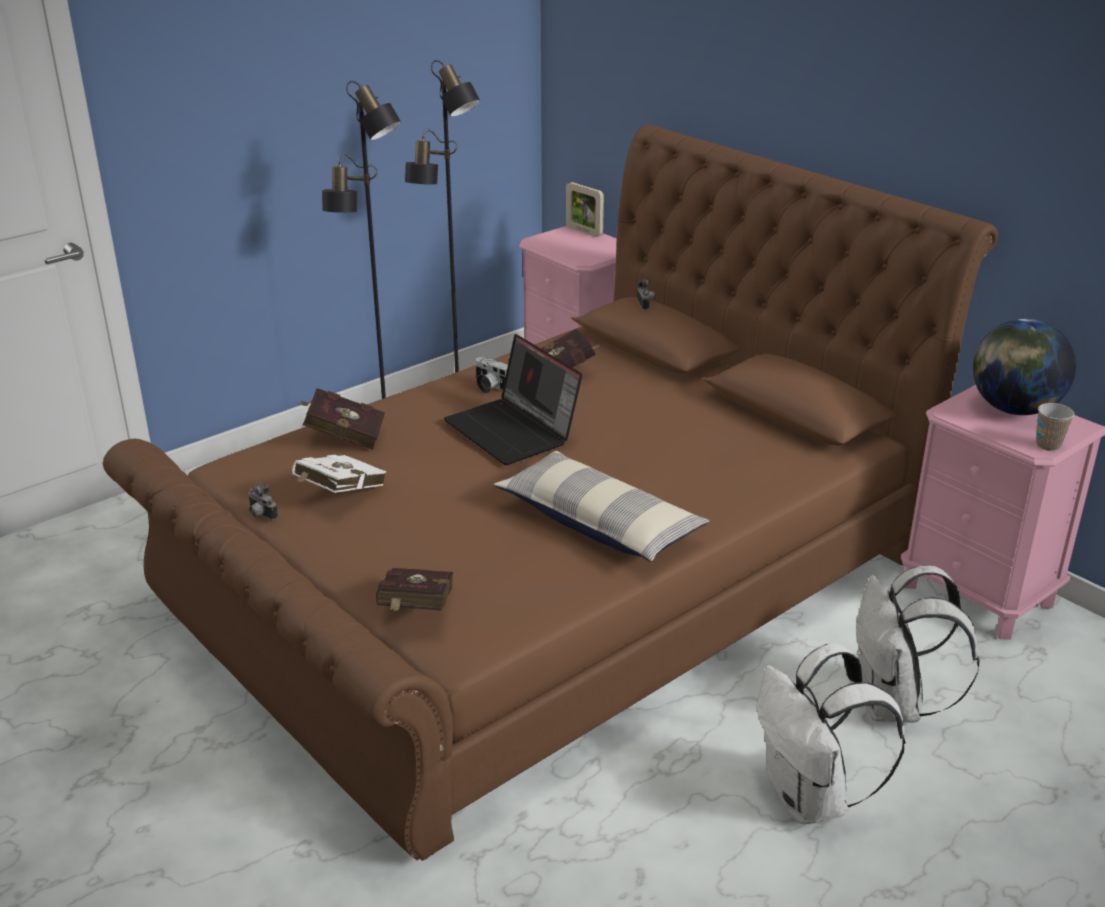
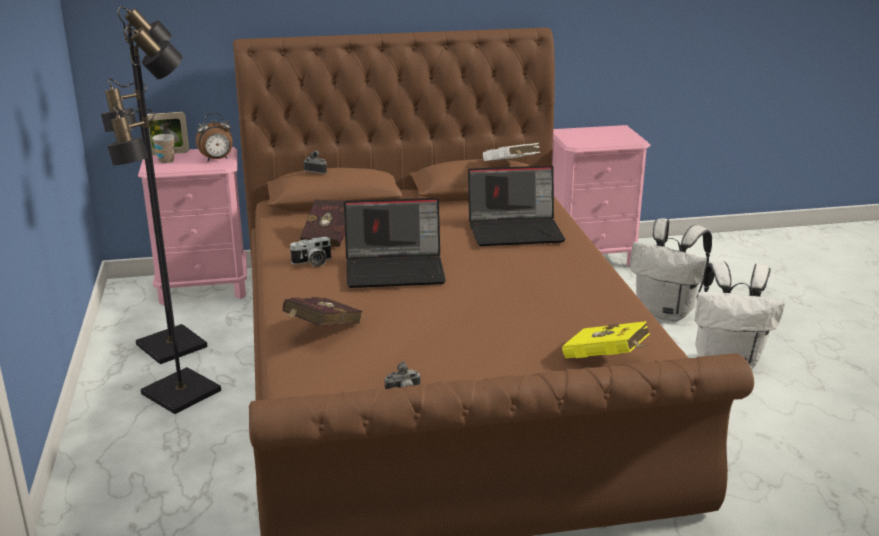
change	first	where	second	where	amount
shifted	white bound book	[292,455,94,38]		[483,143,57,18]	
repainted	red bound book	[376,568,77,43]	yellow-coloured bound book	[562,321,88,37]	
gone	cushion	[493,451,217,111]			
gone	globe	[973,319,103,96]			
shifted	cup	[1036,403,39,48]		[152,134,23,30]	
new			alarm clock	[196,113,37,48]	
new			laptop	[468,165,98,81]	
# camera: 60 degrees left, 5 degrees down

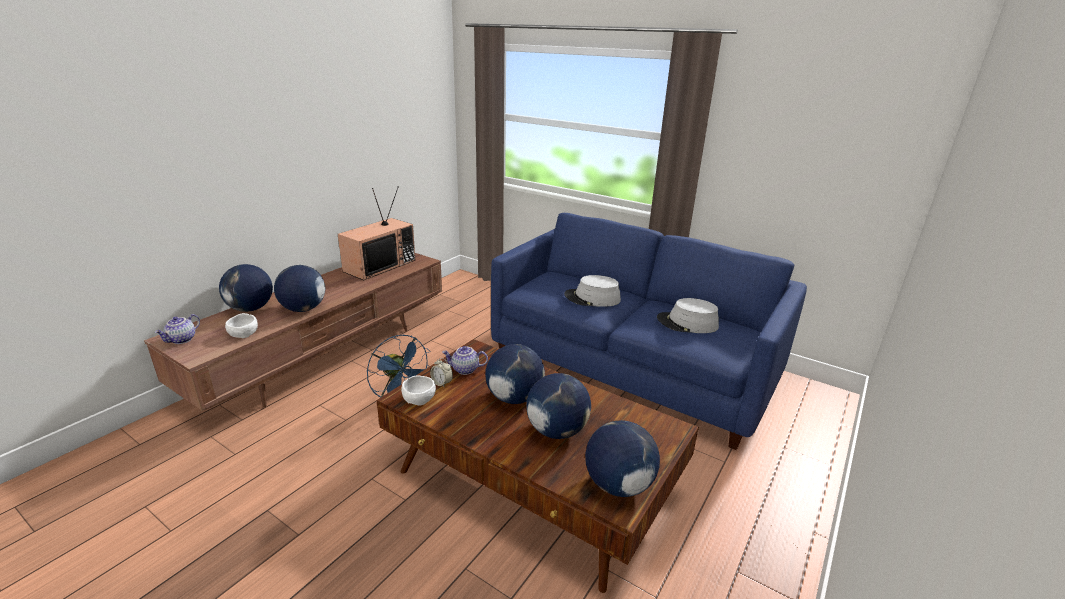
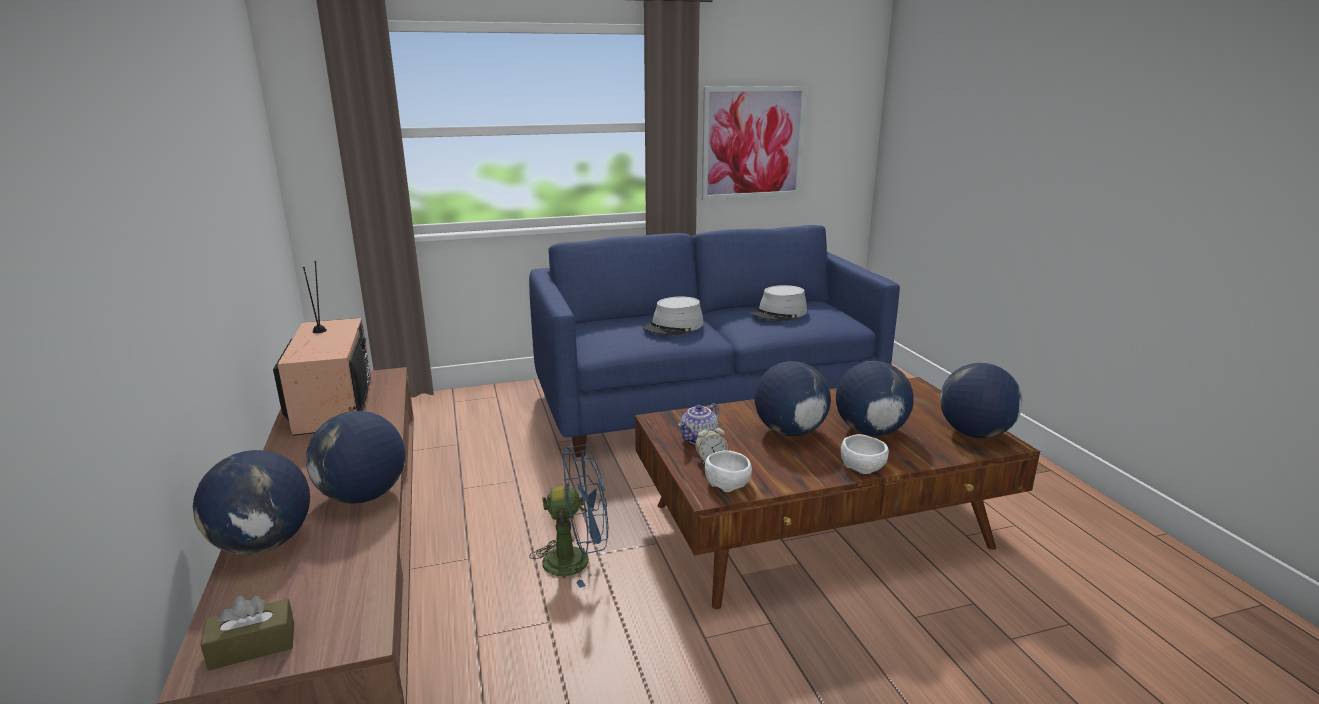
change	first	where	second	where	amount
swapped	pot for tea	[155,314,45,30]	brown tissue holder	[200,596,94,74]	
shifted	white serving bowl	[225,313,33,25]		[841,434,48,40]	
new			wall picture	[702,86,105,114]	
# camera: 50 degrees left, 5 degrees down

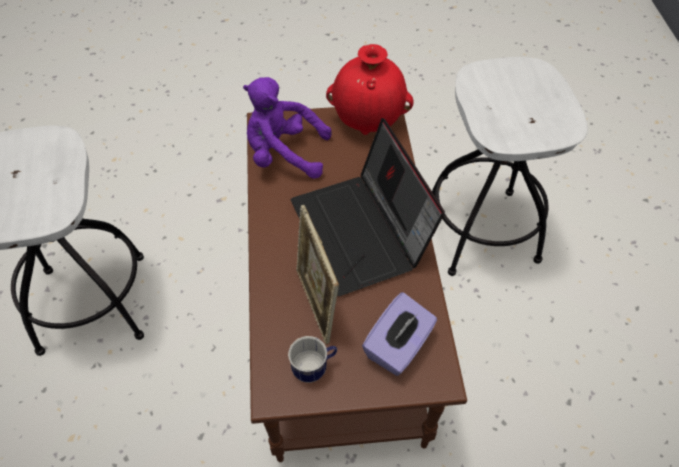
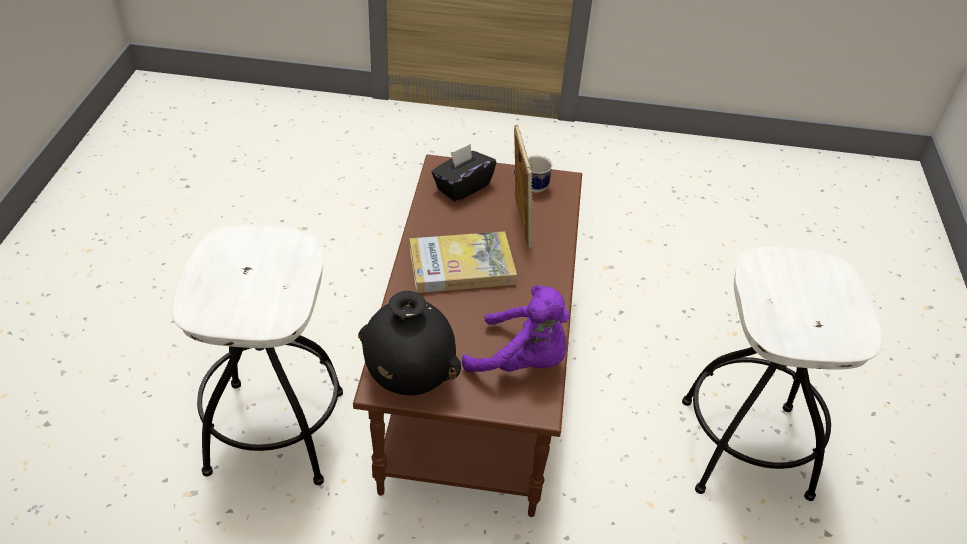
change	first	where	second	where	amount
swapped	laptop	[291,118,154,178]	bound book	[409,231,108,62]	
repainted	red flower vase	[326,44,88,91]	black flower vase	[358,291,103,104]	
repainted	purplish tissue holder	[362,292,75,84]	black tissue holder	[431,144,65,58]	
# camera: 170 degrees left, 10 degrees down

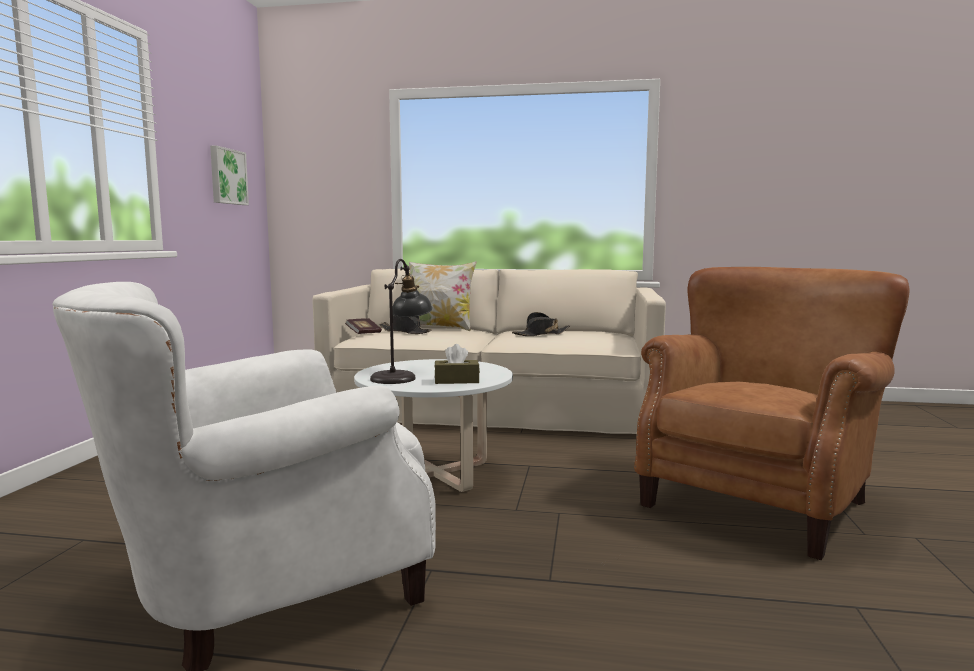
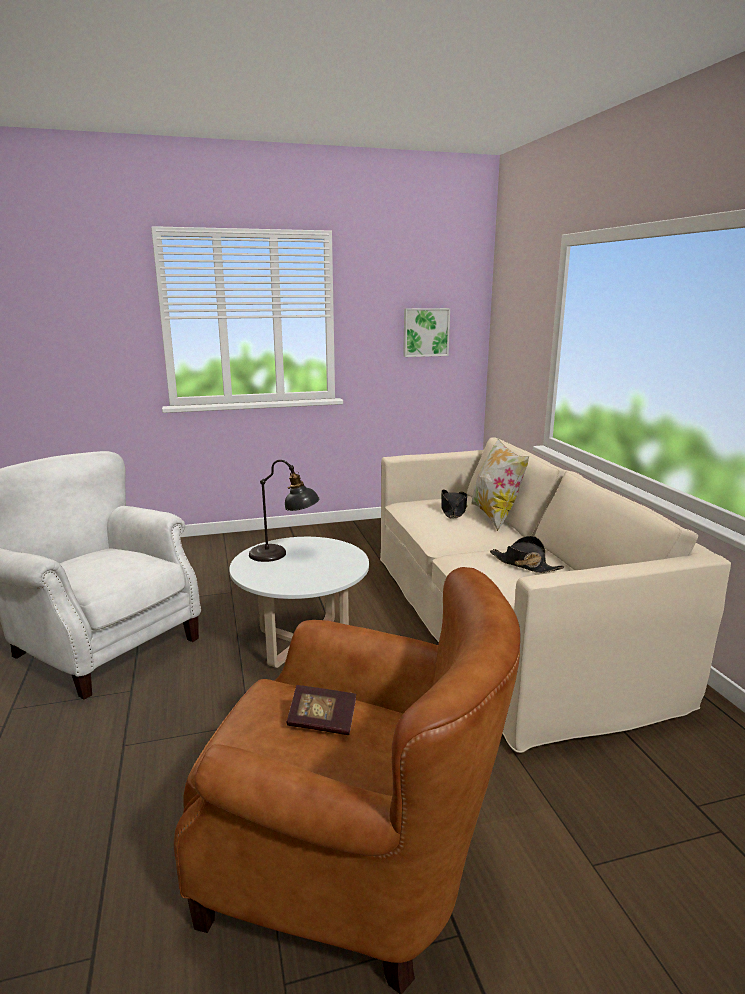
change	first	where	second	where	amount
shifted	bound book	[345,319,37,15]		[287,685,69,50]	
gone	brown tissue holder	[434,344,46,40]			
# camera: 65 degrees right, 10 degrees up

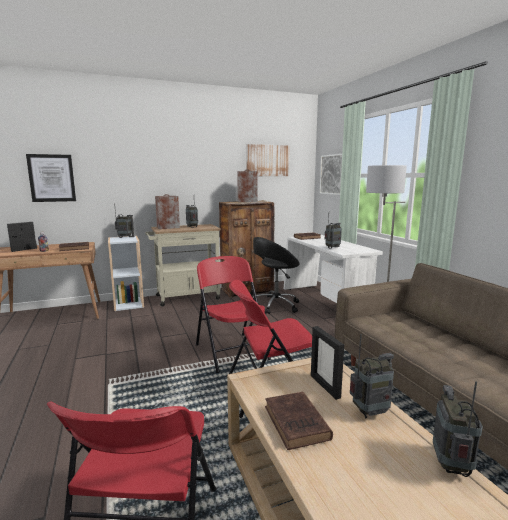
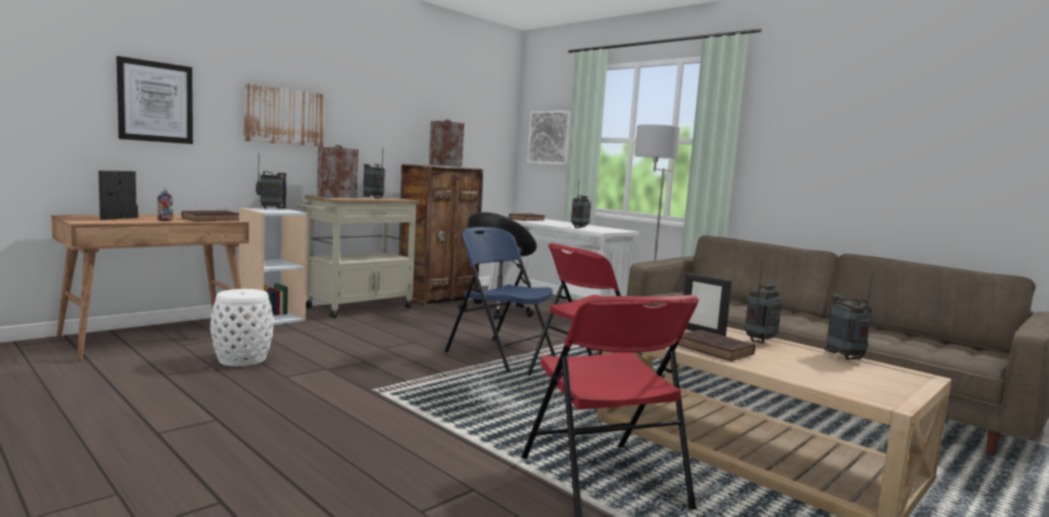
change	first	where	second	where	amount
repainted	red plain chair	[196,256,75,117]	blue plain chair	[444,227,113,145]	
shifted	wall picture	[246,144,43,32]		[244,83,81,64]	
new			white stool seat	[210,289,64,78]	
# camera: 25 degrees left, 5 degrees down

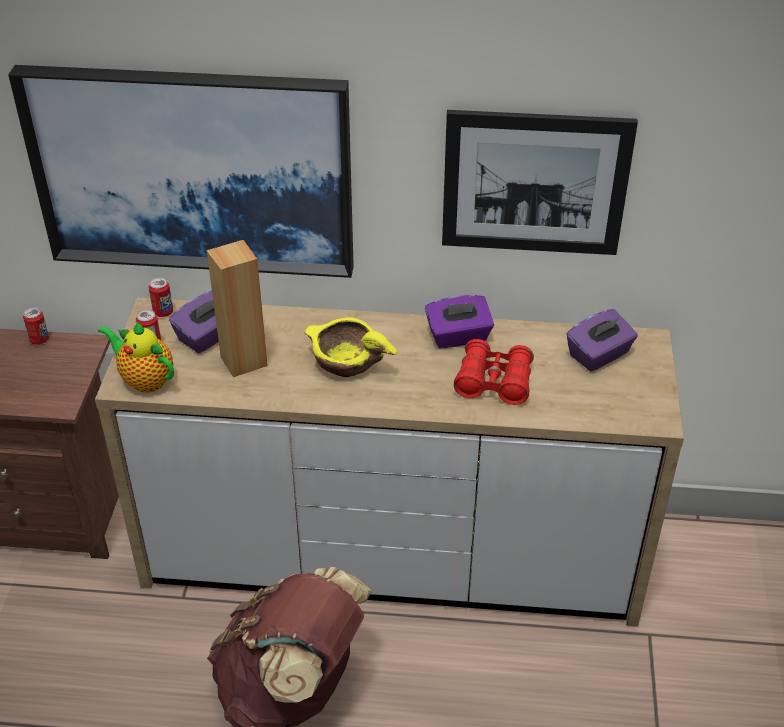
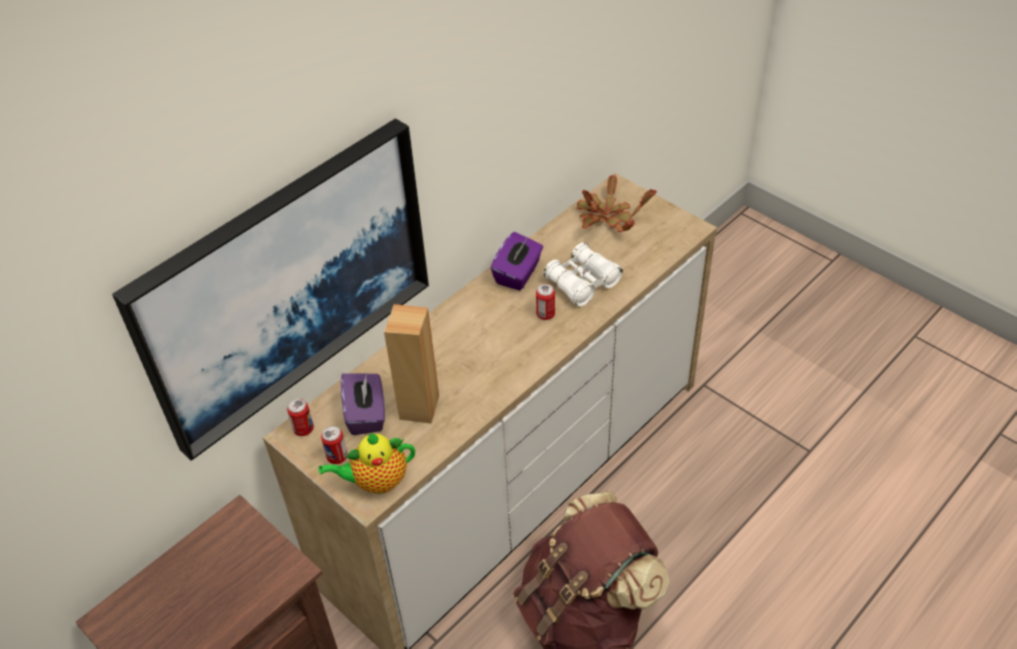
change	first	where	second	where	amount
shifted	sealed can	[23,307,26,38]		[536,284,19,36]	
gone	yellow-coloured serving bowl	[305,317,92,60]			
gone	wall picture	[442,110,196,145]			
repainted	red binoculars	[454,339,80,66]	white binoculars	[543,242,80,65]	
swapped	purplish tissue holder	[567,309,71,62]	potted plant	[576,175,81,57]	
# camera: 50 degrees left, 5 degrees up

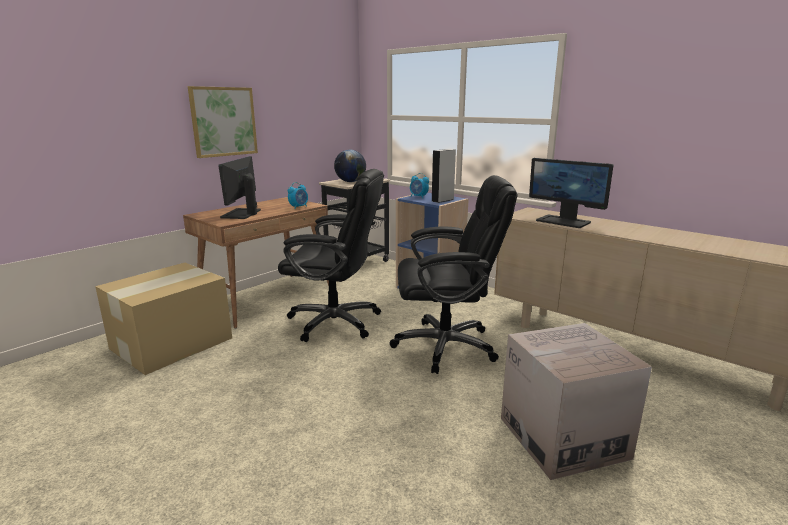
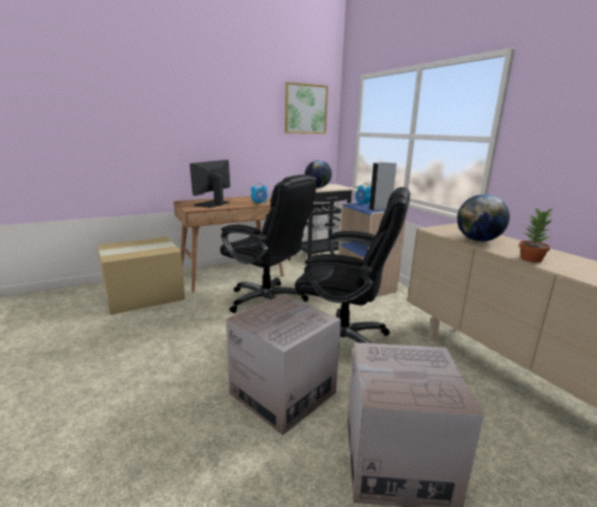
change	first	where	second	where	amount
shifted	wall picture	[188,86,70,72]		[285,82,43,52]	
swapped	monitor	[529,158,84,70]	globe	[457,194,53,47]	
new			cardboard box	[226,294,115,141]	
new			potted plant	[519,208,33,55]	
# camera: 20 degrees right, 0 degrees up

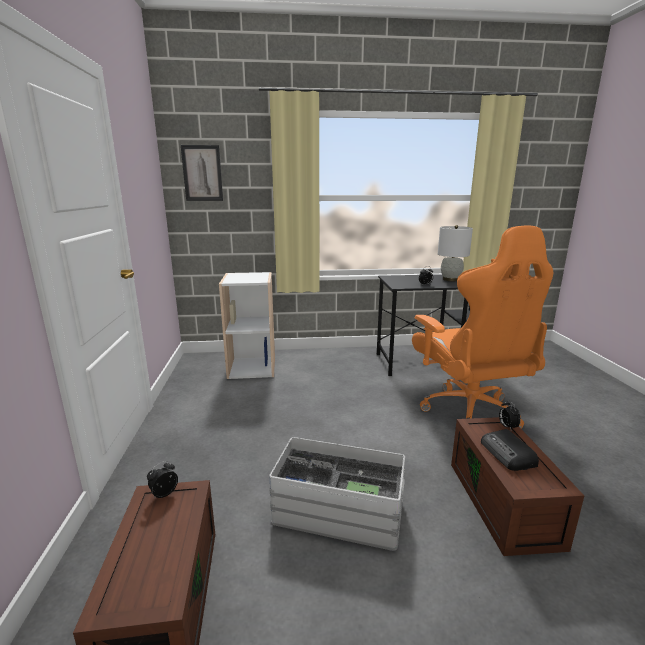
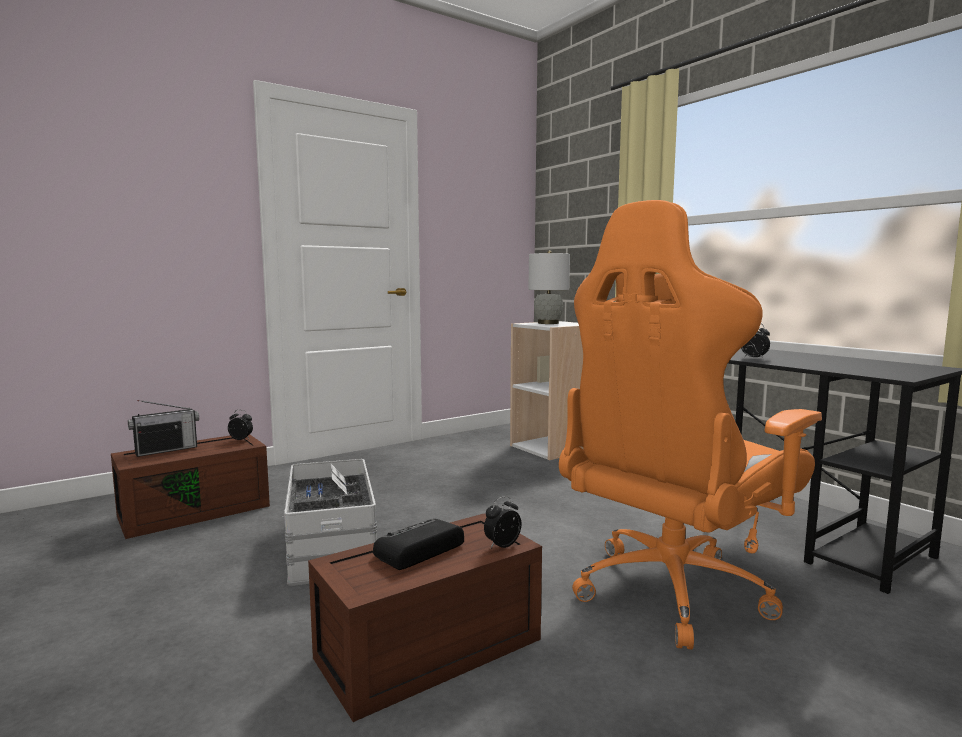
change	first	where	second	where	amount
gone	wall picture	[181,145,42,56]			
shifted	white lamp for a table	[438,225,35,56]		[529,251,41,73]	
new			radio set	[128,400,71,57]	
# camera: 60 degrees right, 10 degrees down

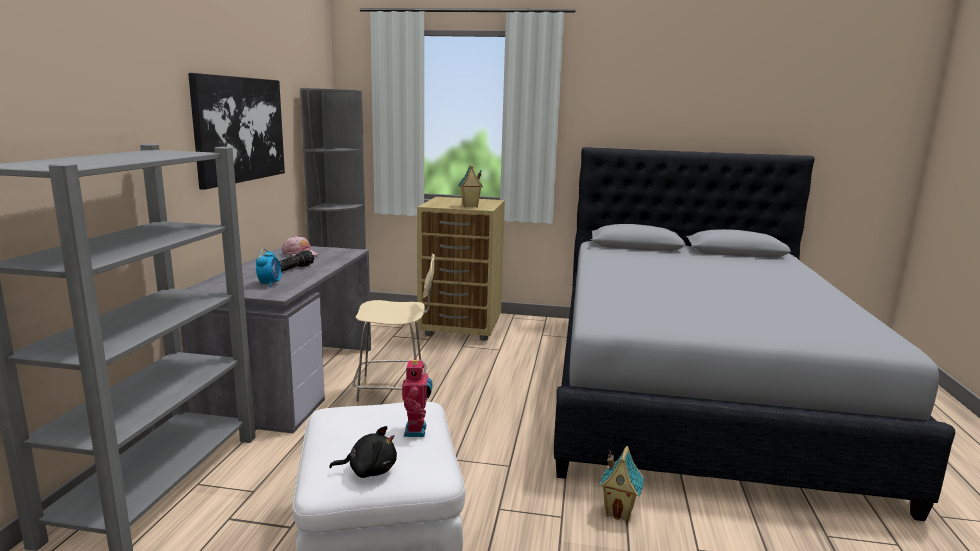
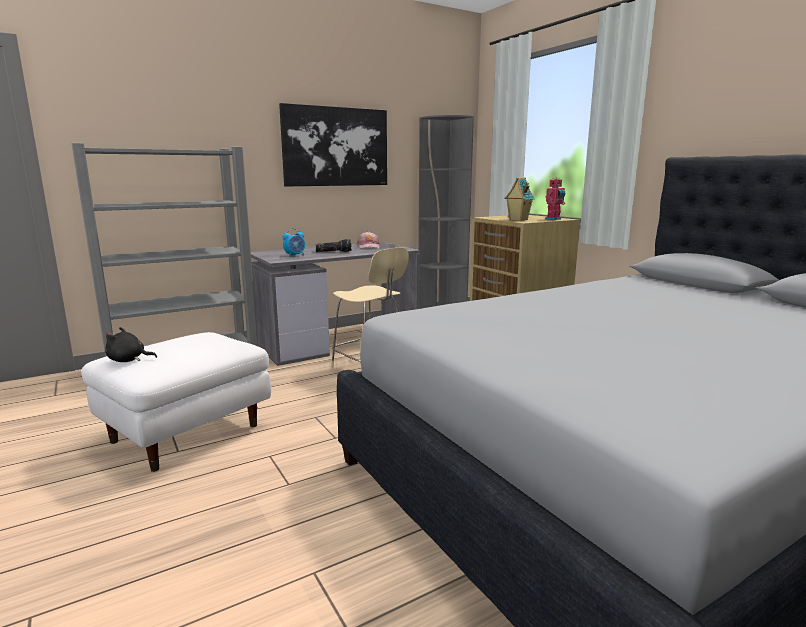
change	first	where	second	where	amount
rotated	black soft toy	[329,426,68,52]		[105,327,52,35]	135 degrees clockwise
shifted	robot figure	[402,357,30,80]		[545,177,20,43]	
gone	toy house	[599,446,45,76]			
# camera: 50 degrees right, 0 degrees up

